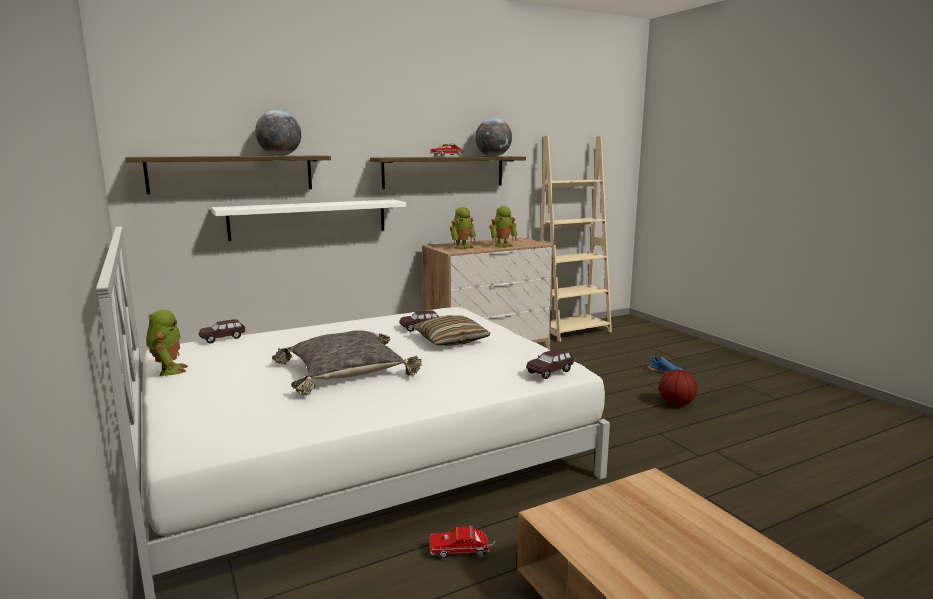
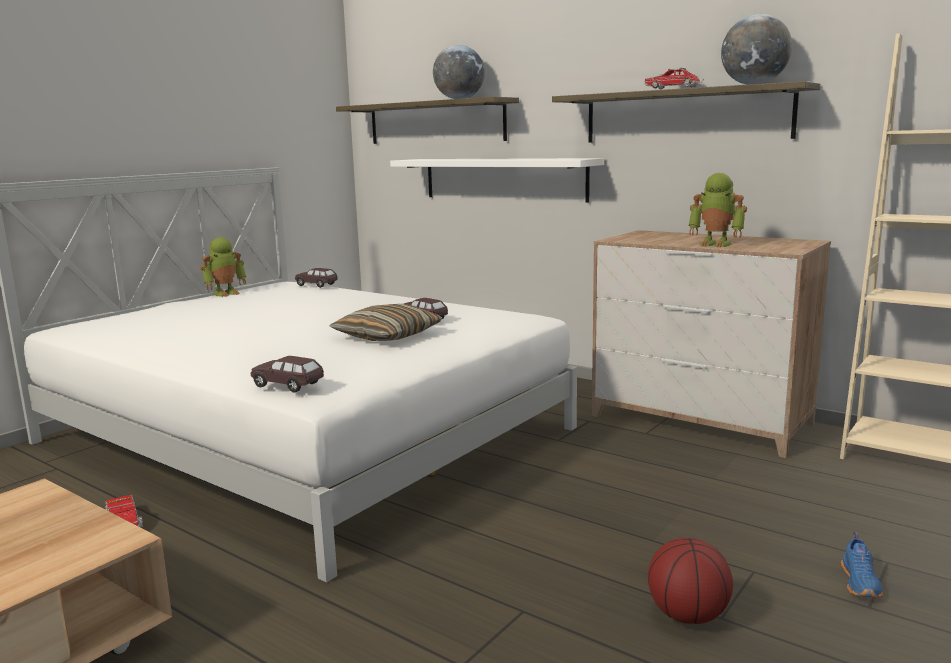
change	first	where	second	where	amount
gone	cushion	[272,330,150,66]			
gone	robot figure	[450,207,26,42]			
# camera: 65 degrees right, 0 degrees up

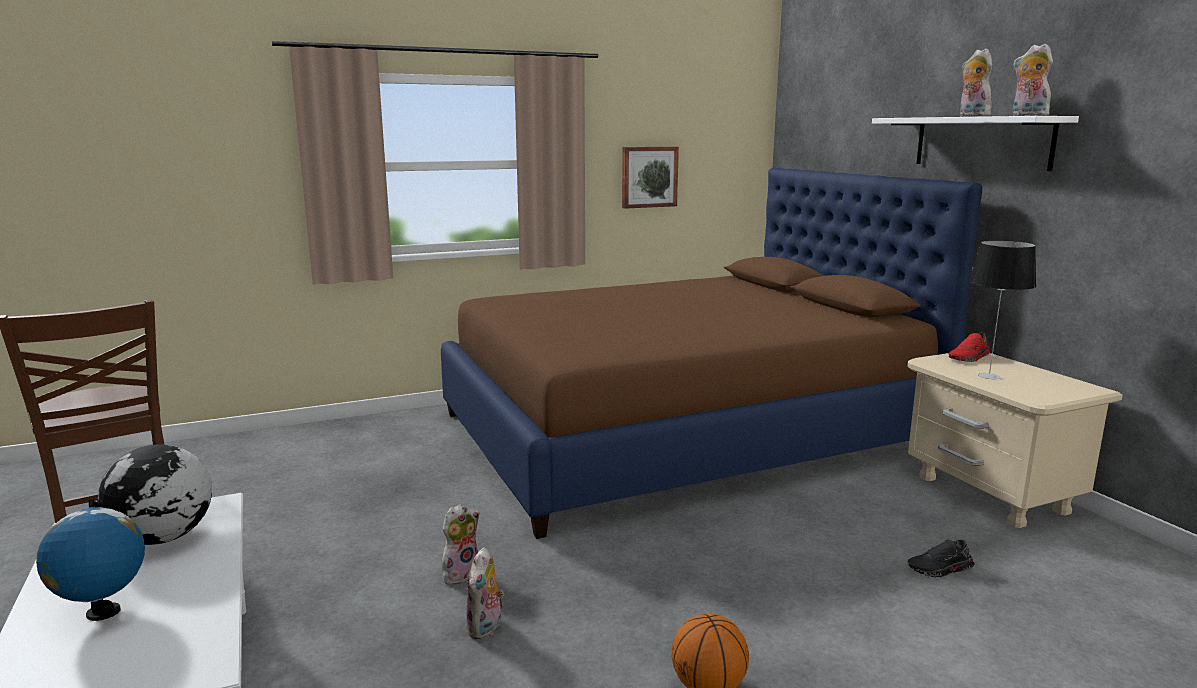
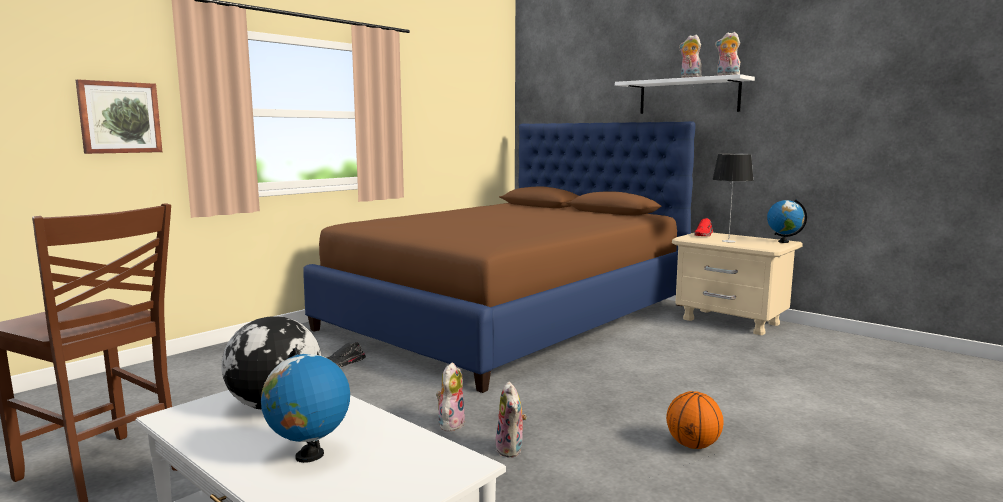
change	first	where	second	where	amount
shifted	wall picture	[622,147,57,62]		[76,79,86,75]	
shifted	black item of footwear	[907,540,67,37]		[327,342,39,25]	
new			globe	[767,199,40,44]	
# camera: 25 degrees left, 5 degrees down

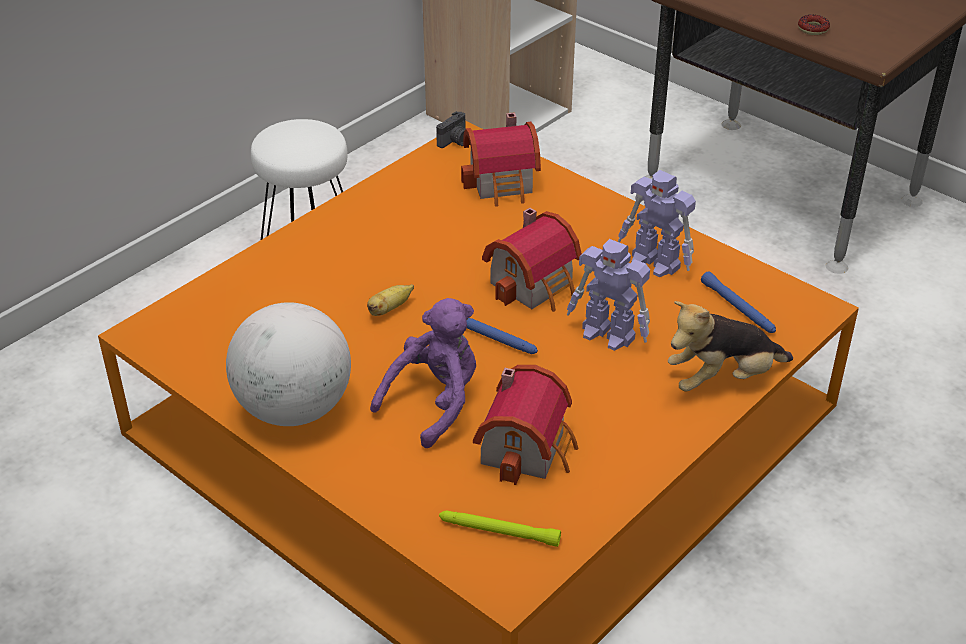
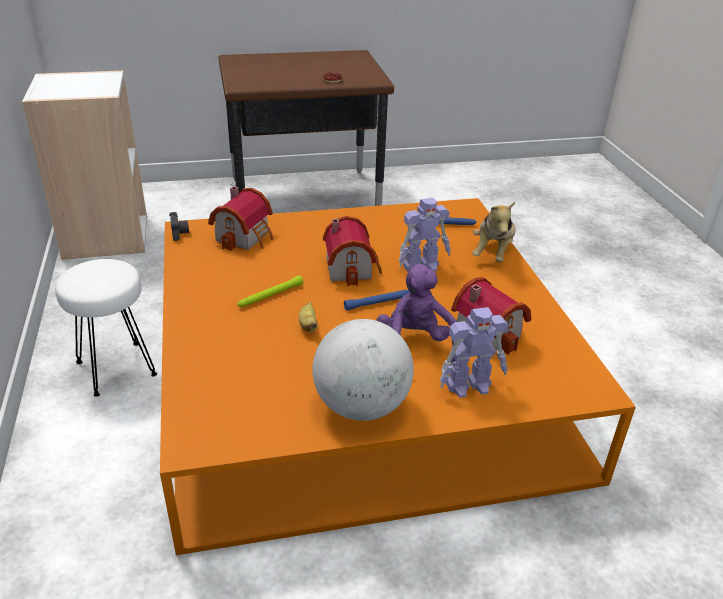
change	first	where	second	where	amount
shifted	green torch	[439,510,122,37]		[237,276,66,31]	
shifted	robot figure	[618,170,78,107]		[440,307,68,91]	
# camera: 55 degrees left, 5 degrees down

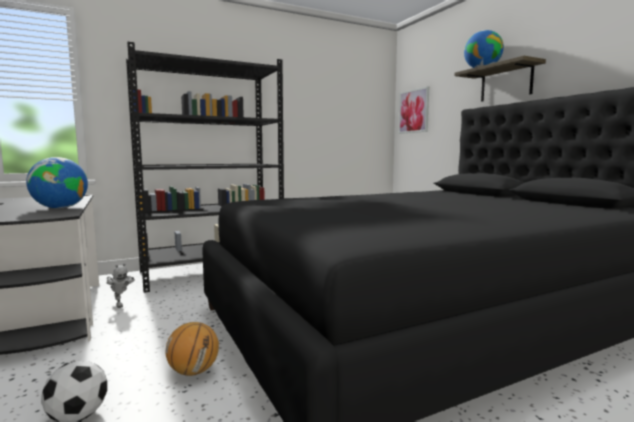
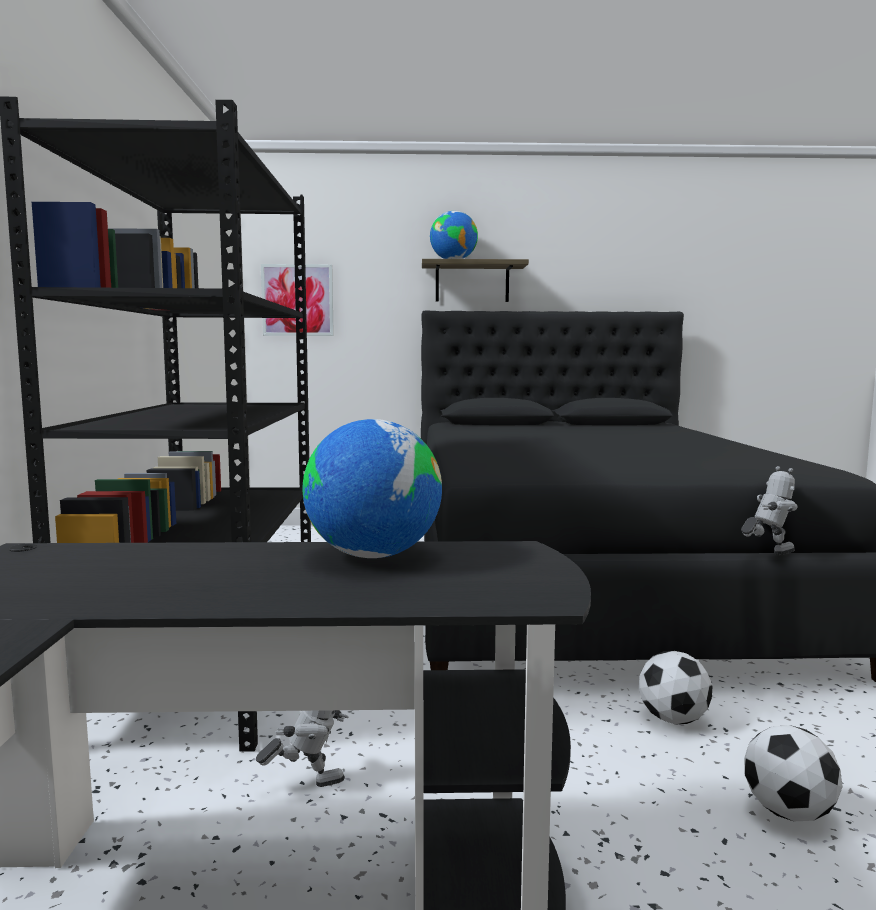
change	first	where	second	where	amount
swapped	basketball ball	[166,322,53,54]	football ball	[639,651,73,74]	
new			robot figure	[741,466,57,89]	
# camera: 65 degrees left, 0 degrees up

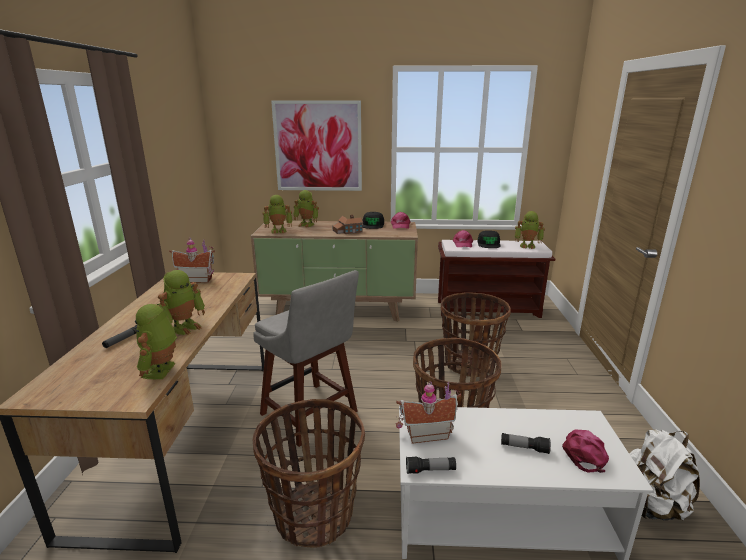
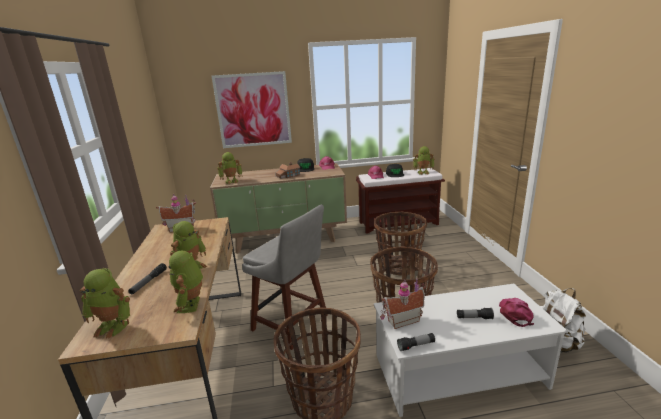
change	first	where	second	where	amount
shifted	robot figure	[293,190,26,38]		[80,268,50,71]	
# camera: 10 degrees left, 0 degrees up

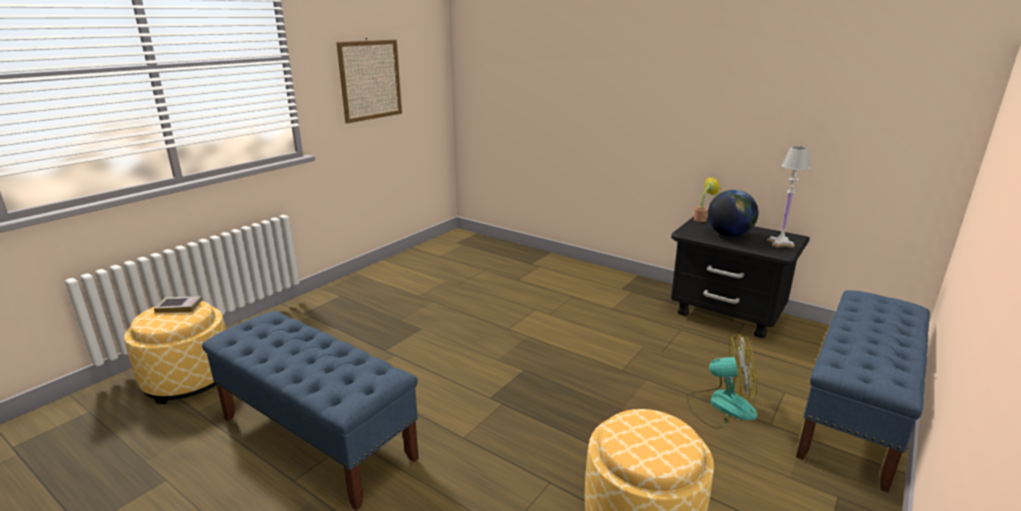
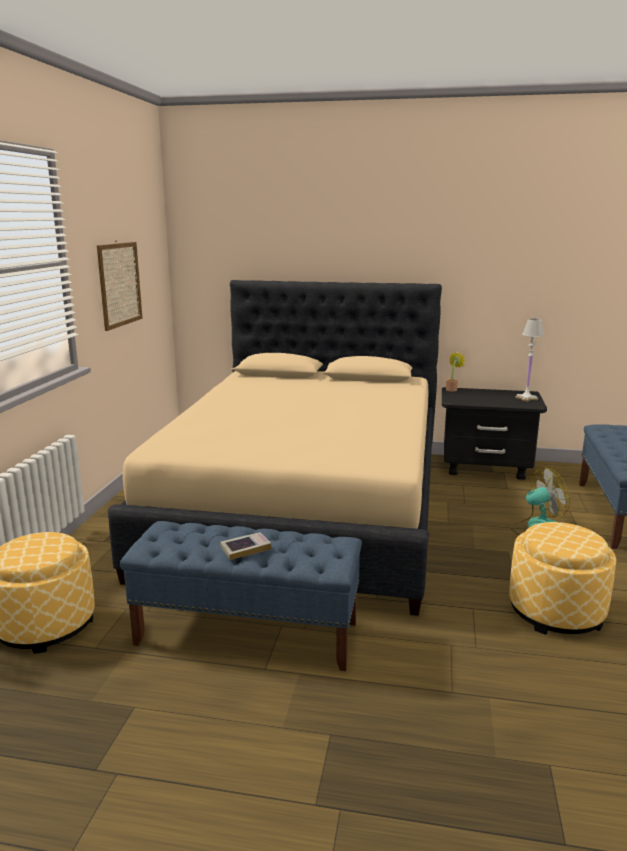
change	first	where	second	where	amount
shifted	bound book	[154,296,48,17]		[220,532,51,28]	
gone	globe	[708,190,50,47]			
new			beige bed	[108,280,334,336]	
# camera: 25 degrees left, 5 degrees down

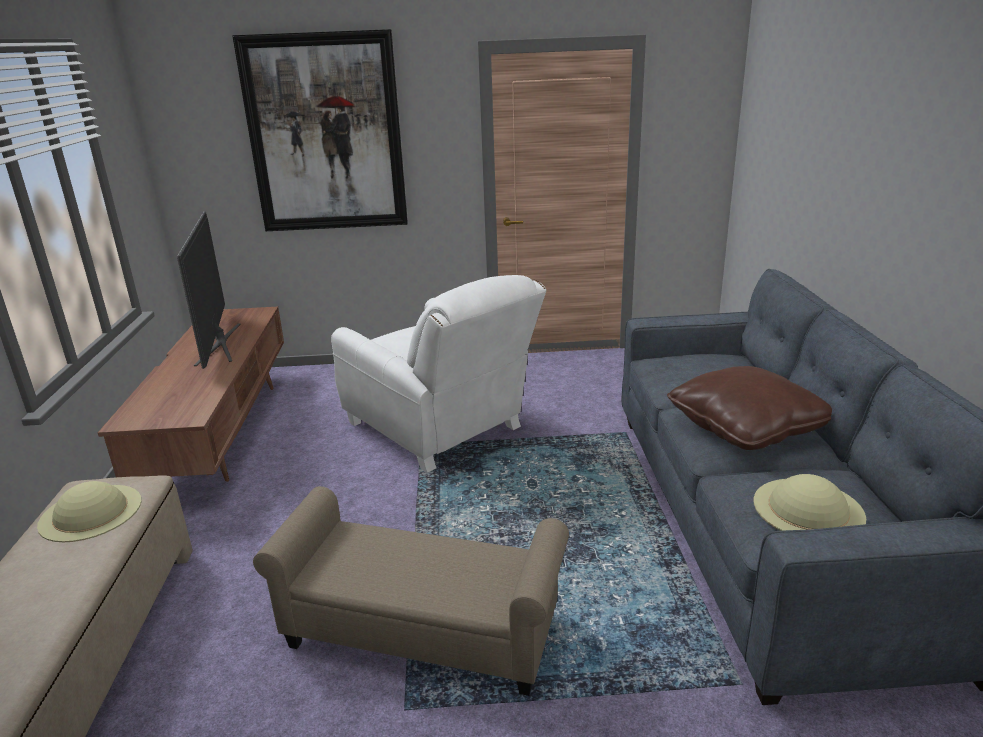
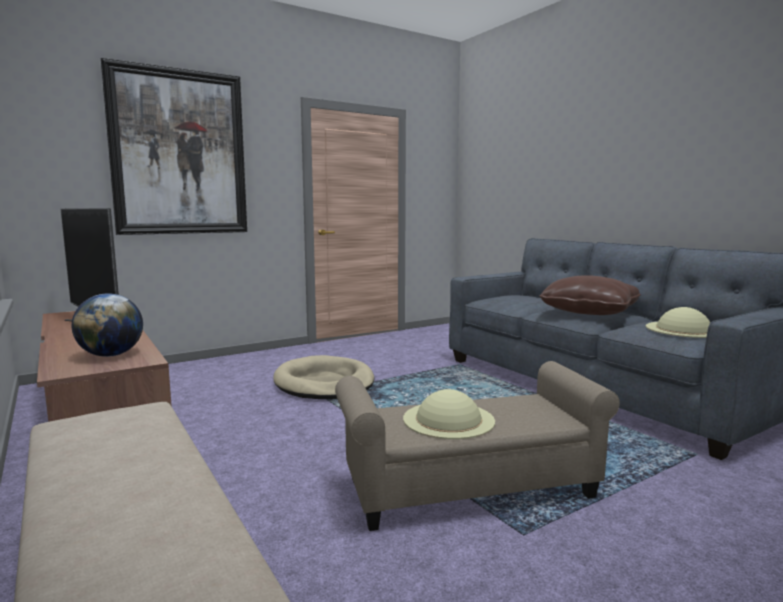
change	first	where	second	where	amount
shifted	beige wearable hat	[37,481,105,61]		[403,389,92,50]	
swapped	white armchair	[331,275,215,198]	beige pet bed	[273,355,102,44]	
new			globe	[72,293,71,64]	
# camera: 30 degrees left, 15 degrees down

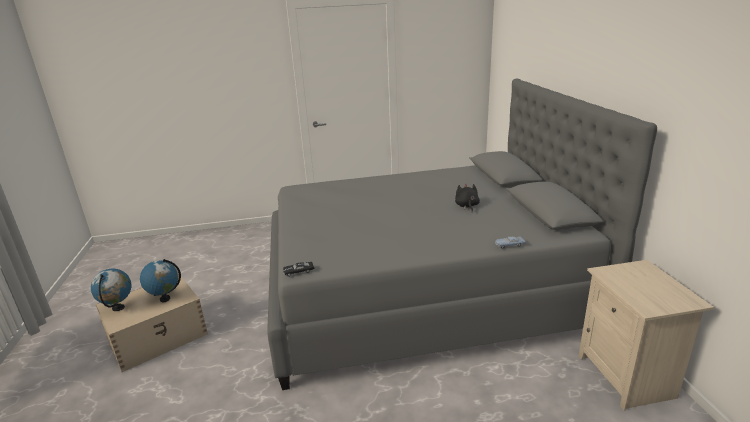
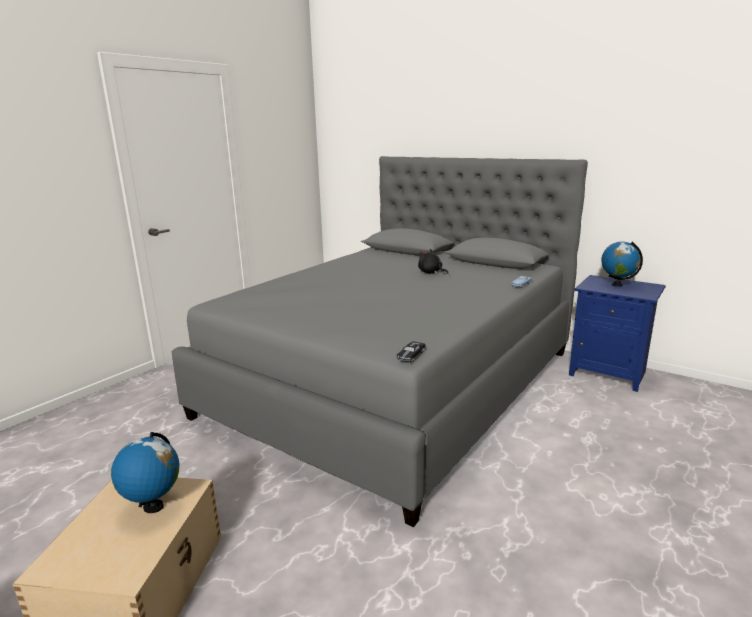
change	first	where	second	where	amount
shifted	globe	[91,269,41,42]		[601,242,42,45]	
repainted	beige night table	[579,260,135,151]	blue night table	[569,275,97,117]	
# camera: 45 degrees left, 5 degrees down

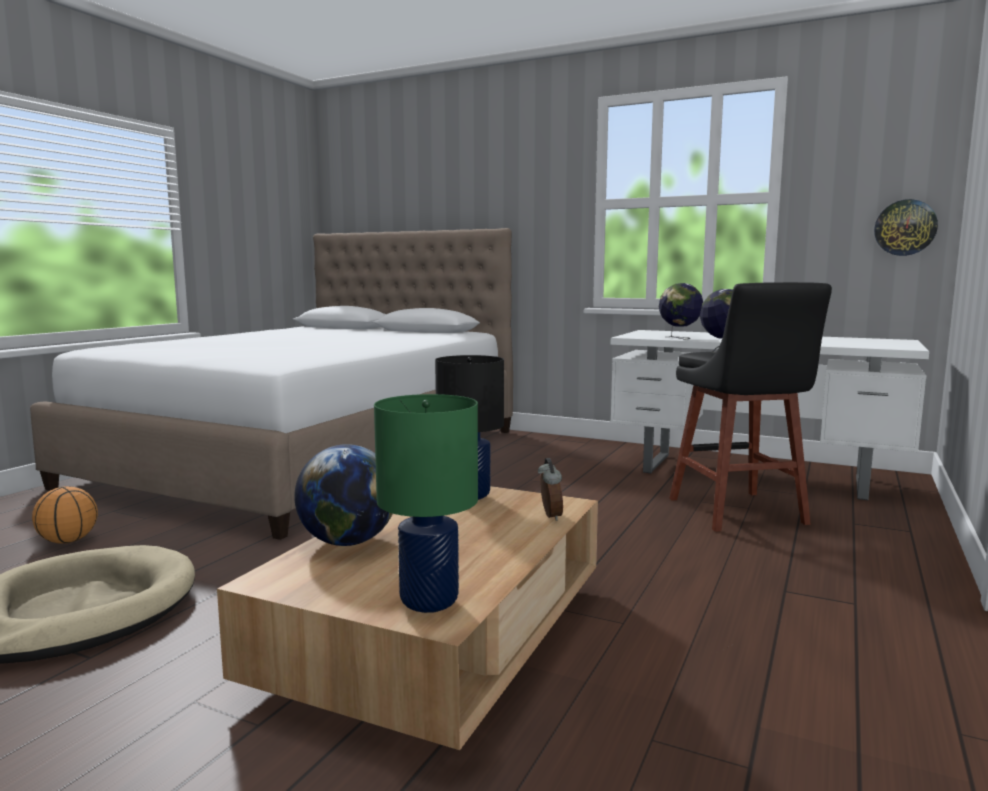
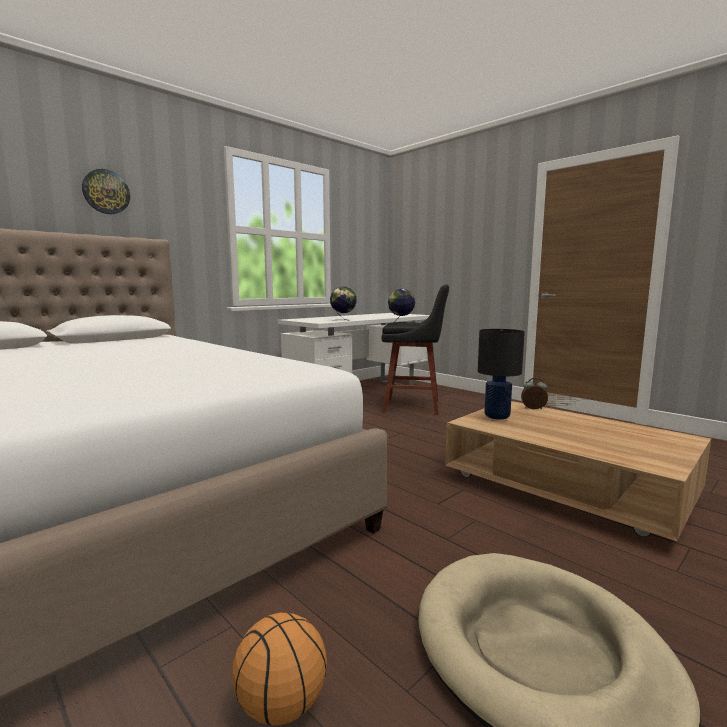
change	first	where	second	where	amount
gone	globe	[294,444,99,102]			
gone	green lamp for a table	[374,394,104,219]			
shifted	clock on the wall	[874,199,64,57]		[82,169,48,45]	
# camera: 70 degrees left, 0 degrees up

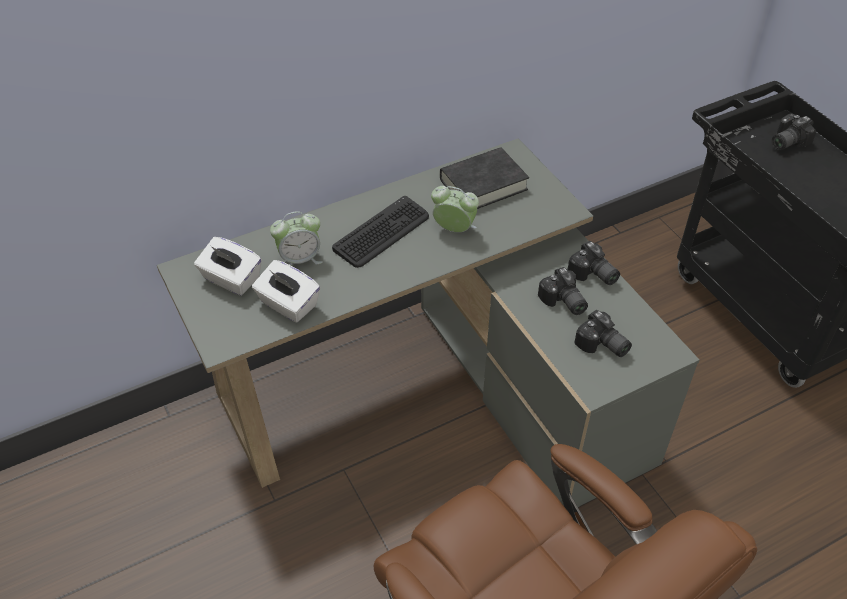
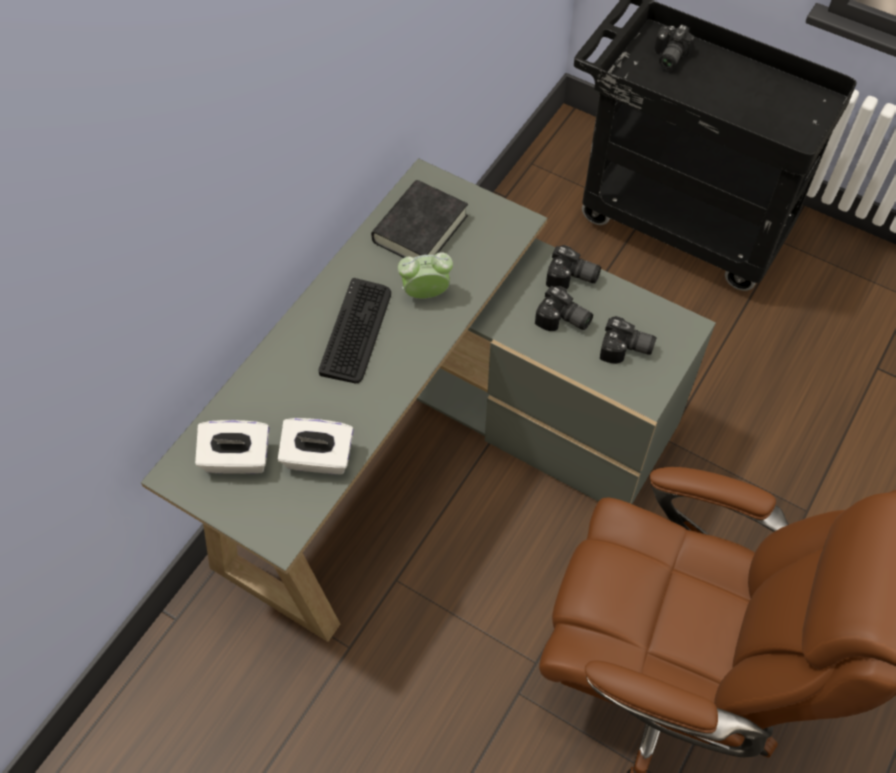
change	first	where	second	where	amount
gone	alarm clock	[270,211,53,55]			
# camera: 30 degrees left, 10 degrees up

